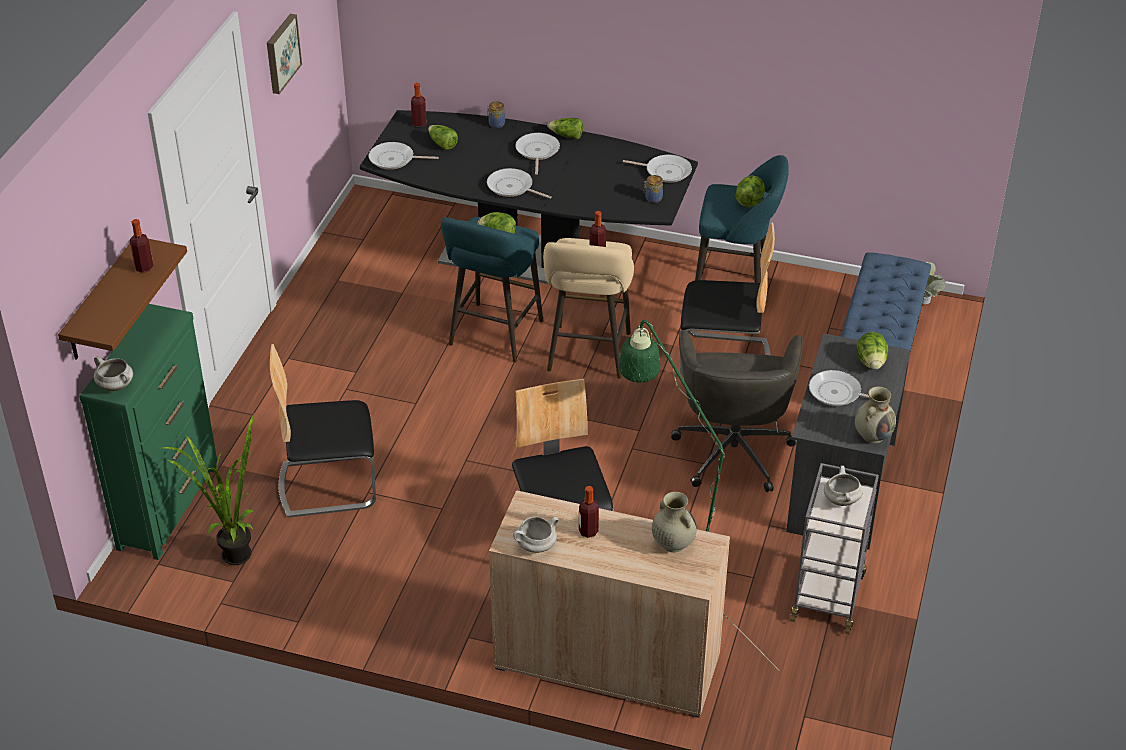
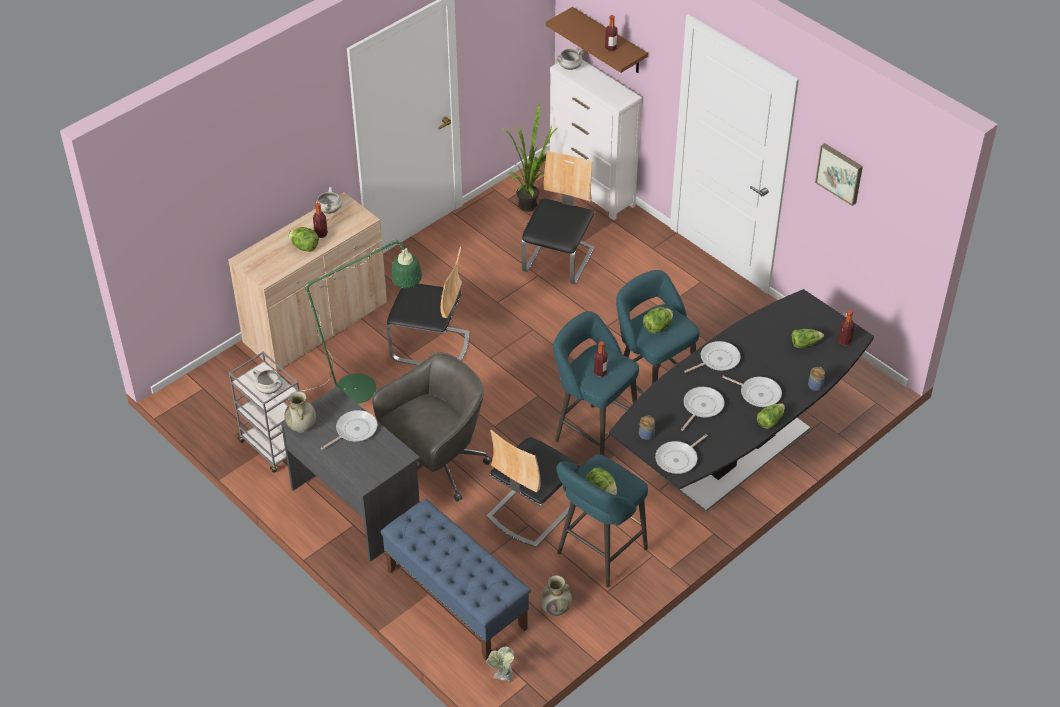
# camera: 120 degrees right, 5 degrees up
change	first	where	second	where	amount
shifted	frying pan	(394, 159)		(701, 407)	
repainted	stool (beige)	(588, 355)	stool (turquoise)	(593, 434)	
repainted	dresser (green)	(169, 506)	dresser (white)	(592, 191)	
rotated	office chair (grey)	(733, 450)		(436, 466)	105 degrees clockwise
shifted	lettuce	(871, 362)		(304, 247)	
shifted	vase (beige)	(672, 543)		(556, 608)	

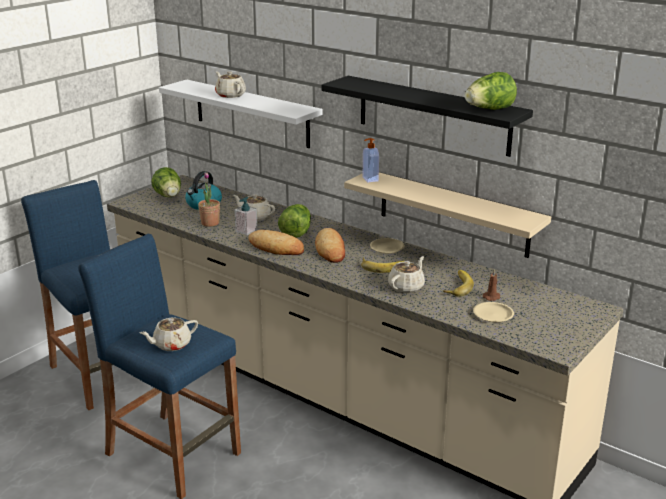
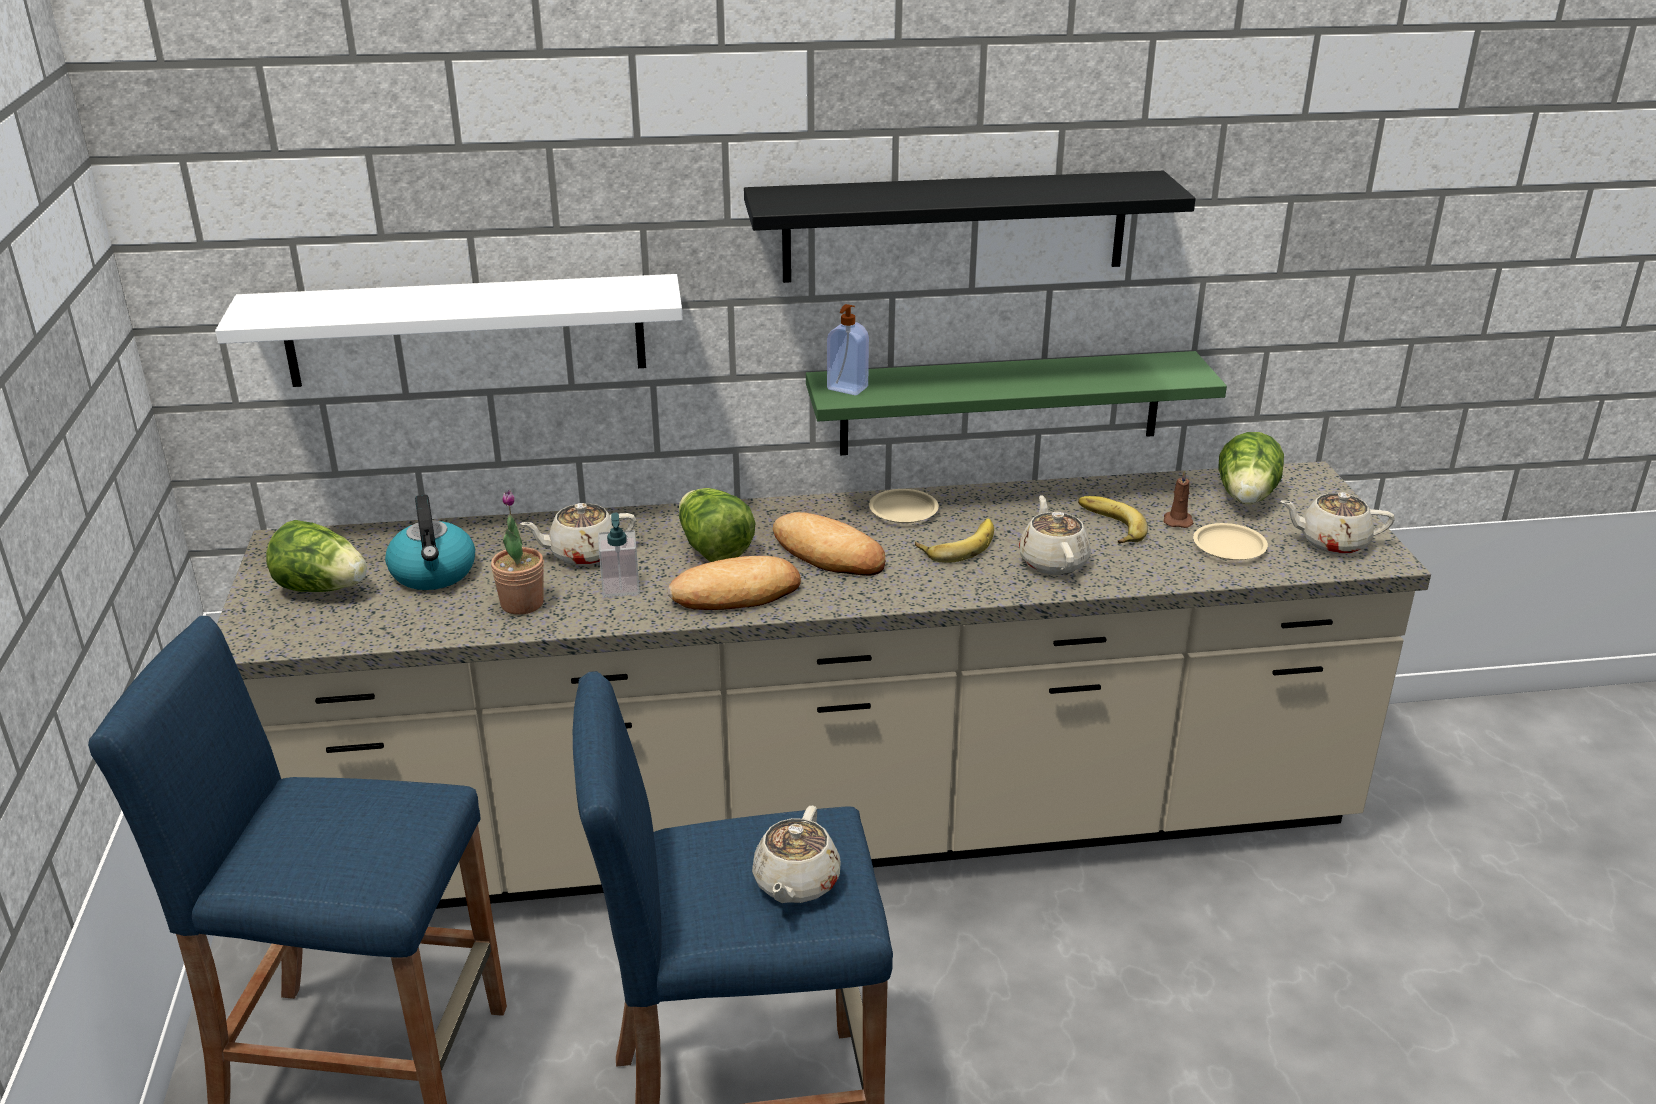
# camera: 45 degrees left, 5 degrees up
change	first	where	second	where	amount
shifted	teapot (beige)	(230, 95)		(1332, 542)	
shifted	lettuce	(489, 109)		(1246, 499)	
repainted	shelf (beige)	(453, 213)	shelf (green)	(1001, 403)	

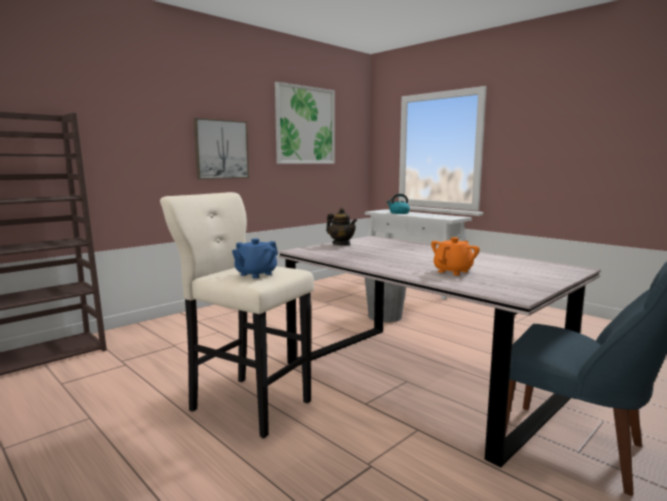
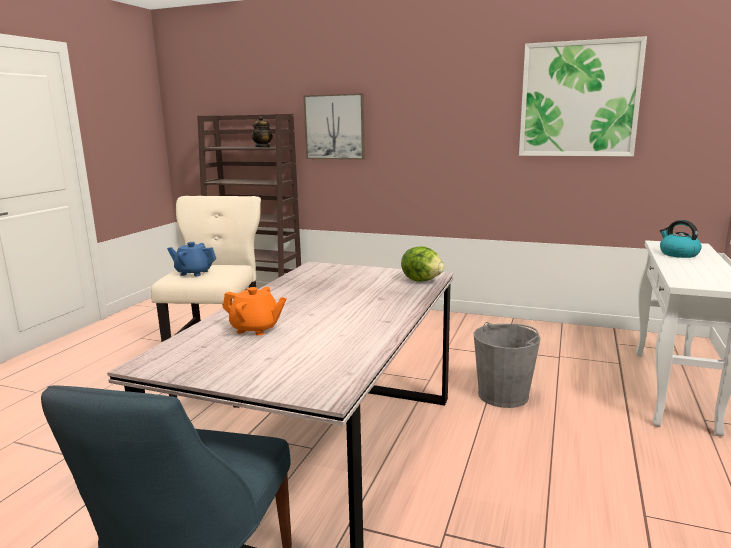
# camera: 65 degrees right, 5 degrees up
change	first	where	second	where	amount
shifted	picture	(221, 149)		(335, 127)	
shifted	teapot	(341, 244)		(263, 147)	
new			lettuce	(422, 280)	

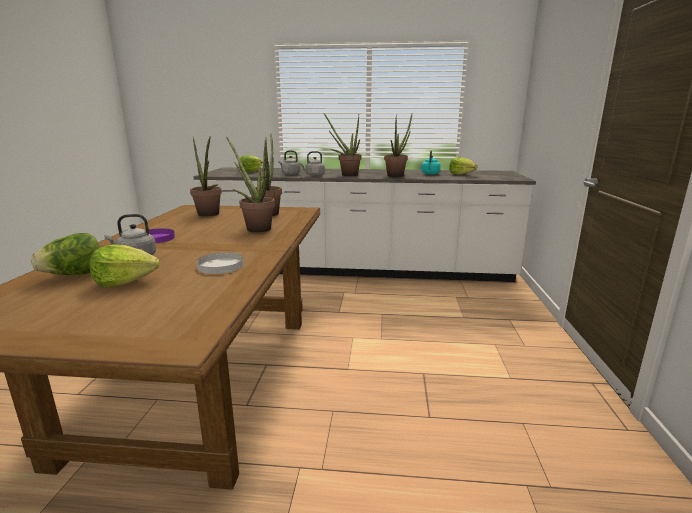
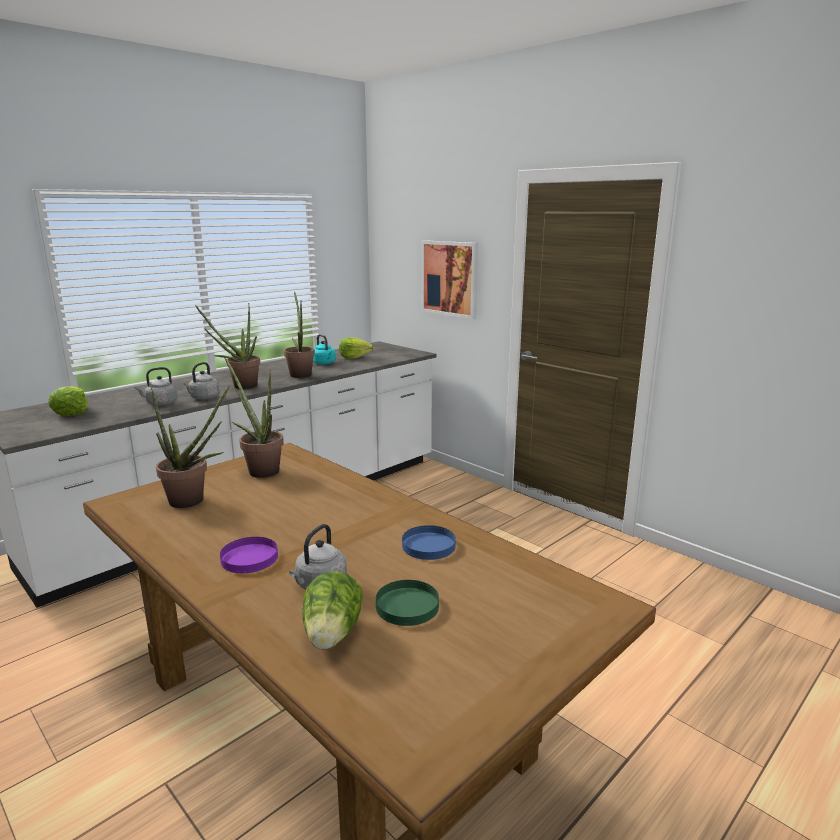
# camera: 50 degrees left, 0 degrees up
change	first	where	second	where	amount
gone	potted plant	(255, 228)			
swapped	lettuce	(125, 281)	plate (green)	(406, 606)	
repainted	plate (white)	(220, 265)	plate (blue)	(428, 545)	
new			picture	(450, 278)	

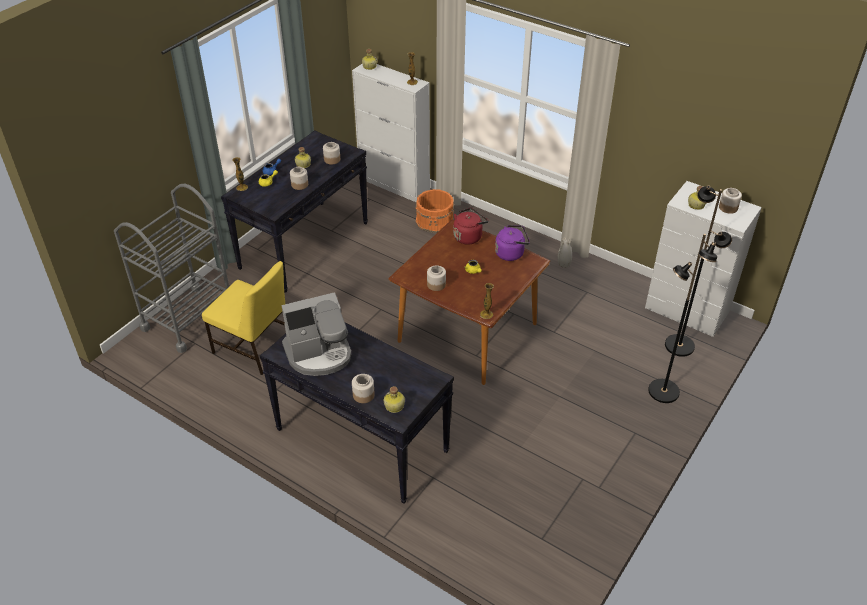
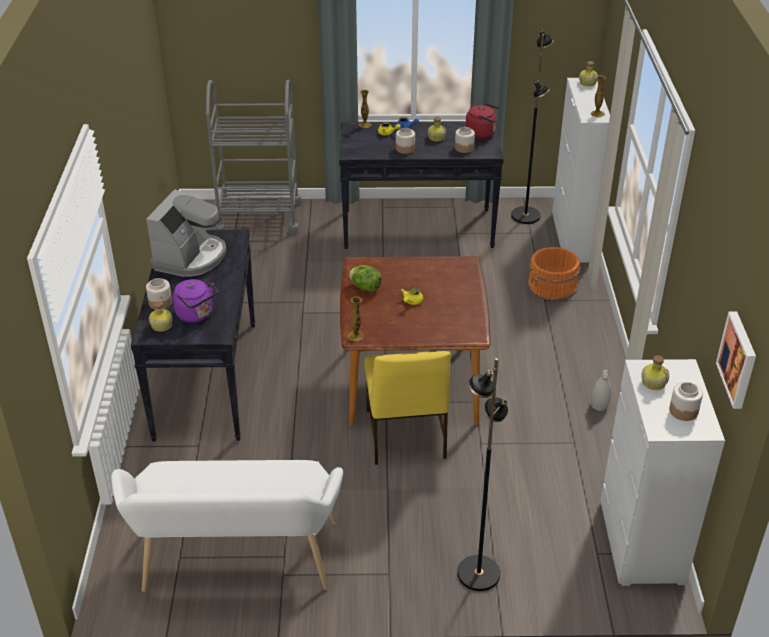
# camera: 55 degrees right, 5 degrees down
change	first	where	second	where	amount
shifted	floor lamp (black)	(679, 345)		(526, 216)	
shifted	kettle (red)	(469, 236)		(482, 133)	
shifted	kettle (purple)	(511, 253)		(197, 315)	
shifted	chair (yellow)	(254, 347)		(405, 435)	
swapped	jar	(436, 285)	lettuce	(365, 288)	
rotated	coffee machine	(319, 354)		(190, 257)	105 degrees counterclockwise
new			picture	(739, 359)	
new			bench (white)	(237, 563)	

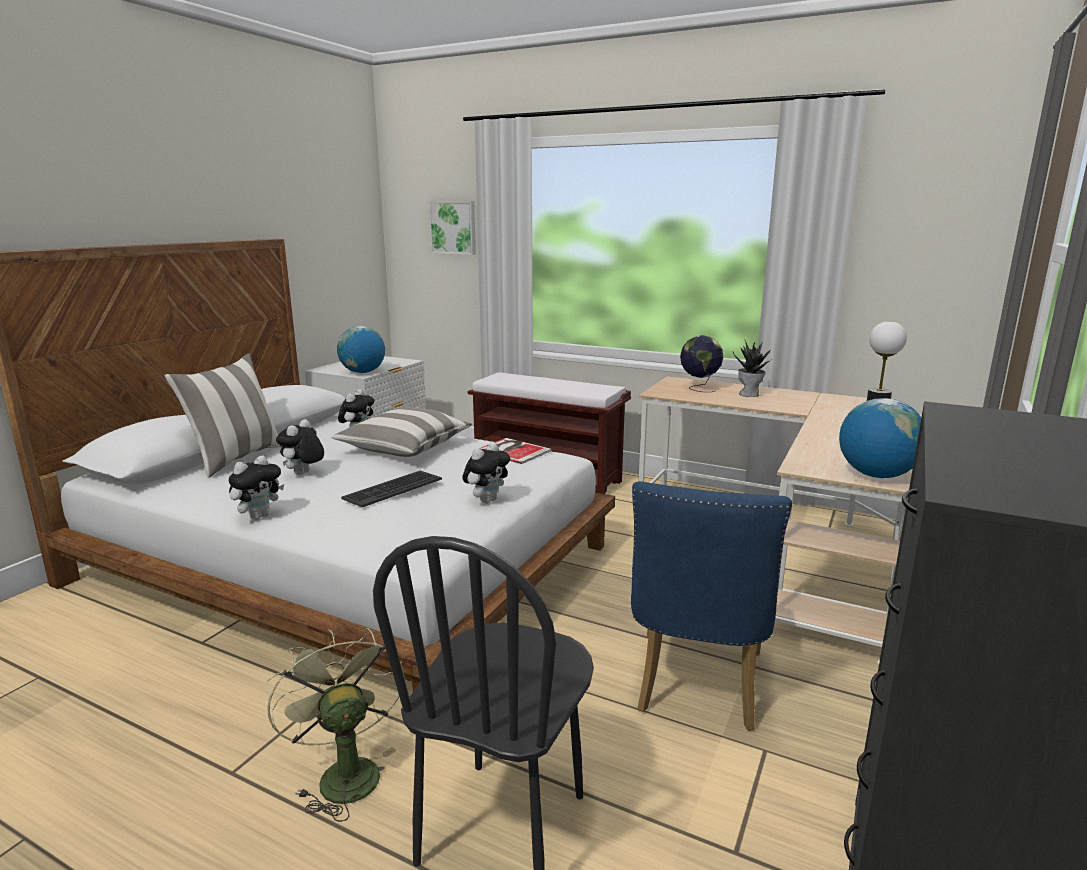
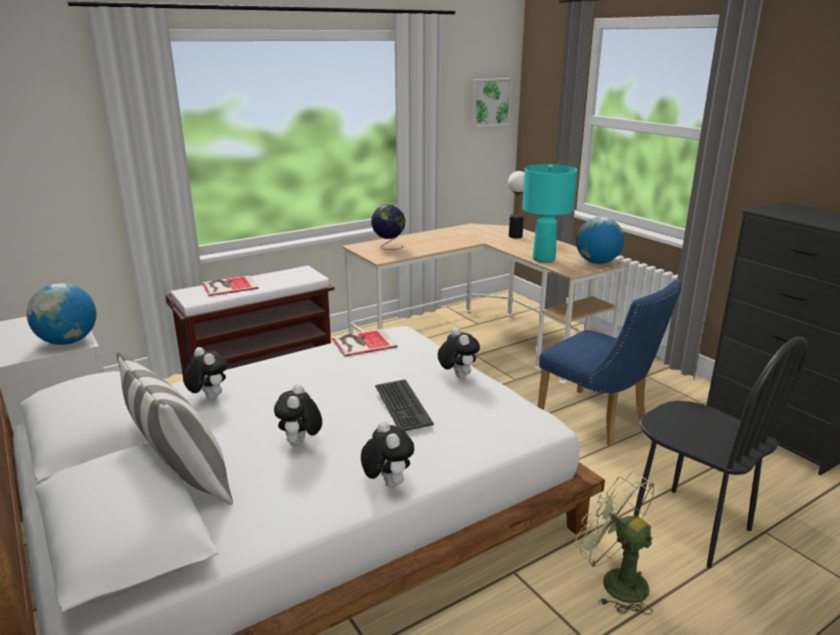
# camera: 60 degrees left, 5 degrees up
change	first	where	second	where	amount
shifted	picture	(453, 227)		(489, 102)	
gone	potted plant	(749, 394)			
gone	pillow	(404, 448)			
rotated	plush toy	(303, 474)		(300, 444)	45 degrees clockwise
rotated	fan (green)	(344, 772)		(614, 581)	45 degrees clockwise
new			table lamp (turquoise)	(543, 259)	
new			book	(228, 286)	

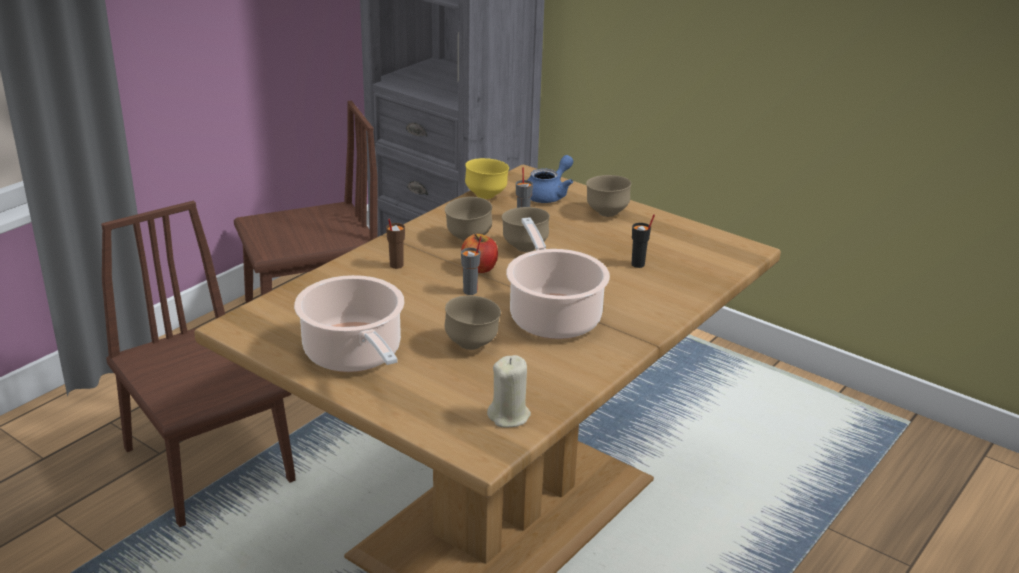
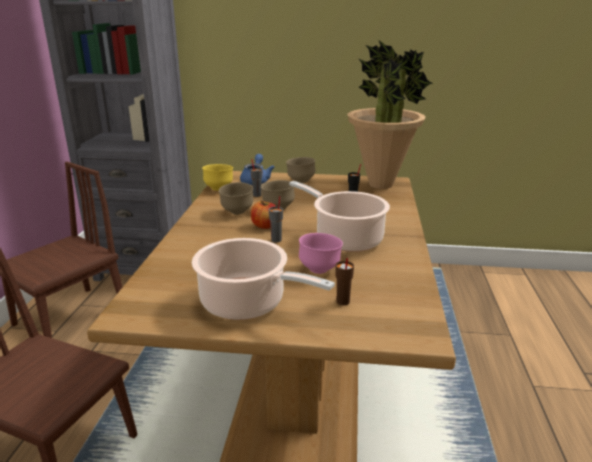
# camera: 30 degrees left, 5 degrees down
change	first	where	second	where	amount
shifted	cup (brown)	(396, 265)		(342, 302)	
repainted	bowl (brown)	(472, 345)	bowl (pink)	(320, 270)	
gone	candle (beige)	(509, 416)			
new			potted plant	(381, 185)	

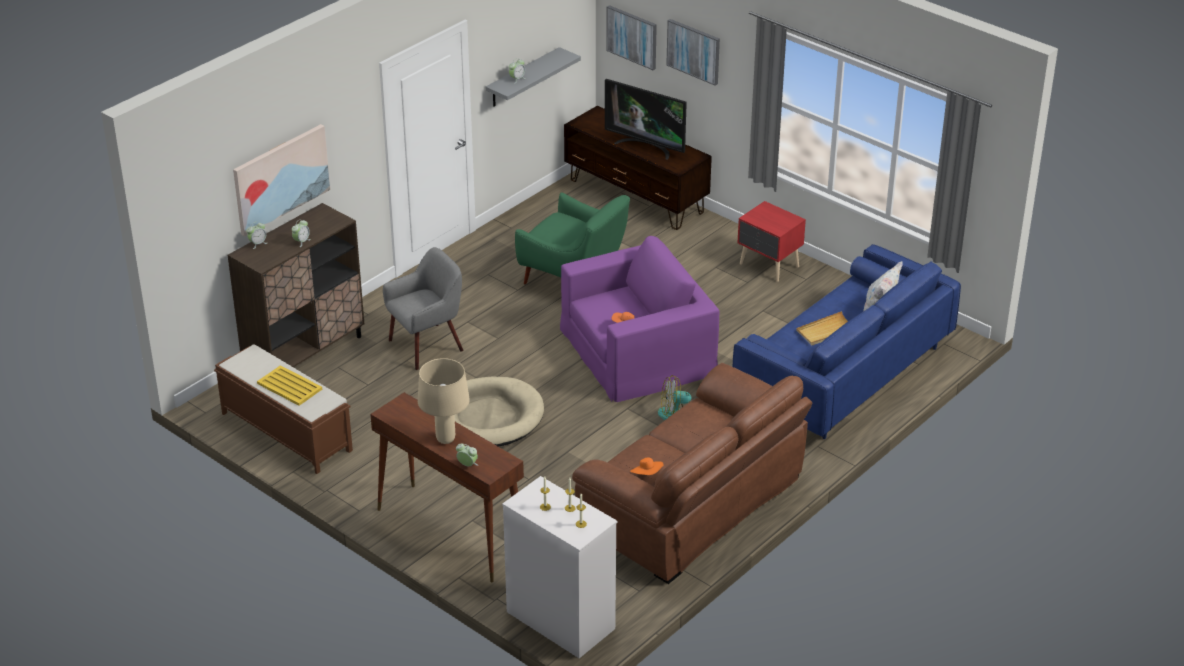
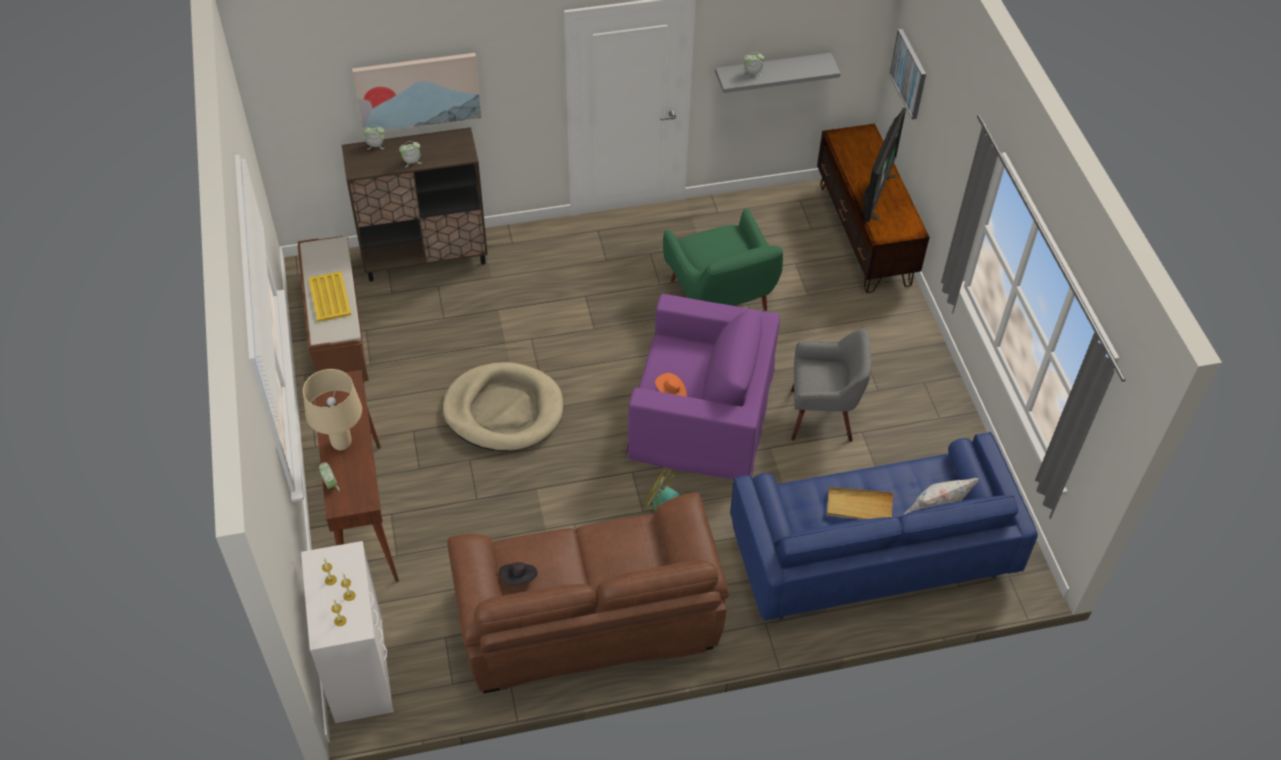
# camera: 35 degrees right, 15 degrees up
change	first	where	second	where	amount
gone	picture	(694, 51)			
rotated	television	(646, 146)		(875, 194)	135 degrees counterclockwise
gone	nightstand (red)	(769, 266)			
shifted	armchair (grey)	(427, 345)		(822, 416)	
repainted	hat (orange)	(647, 474)	hat (black)	(519, 578)	

